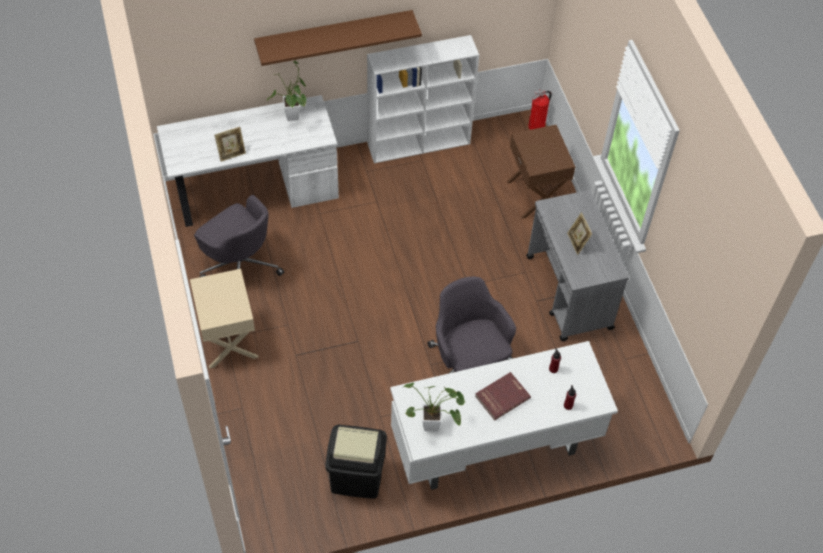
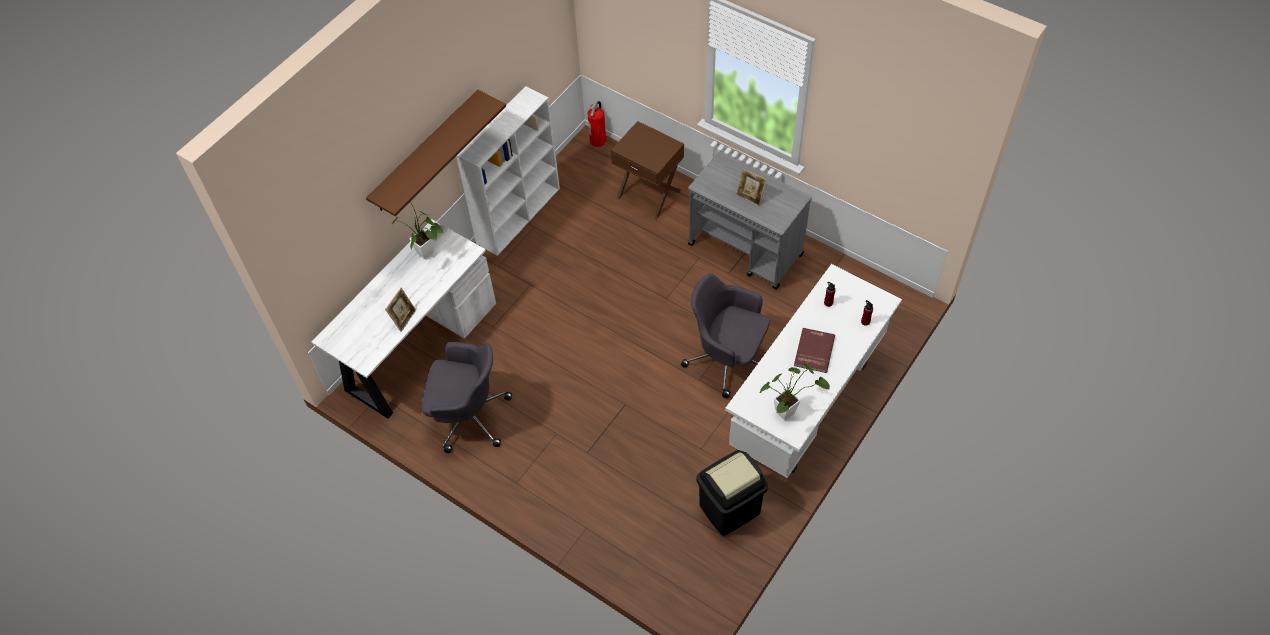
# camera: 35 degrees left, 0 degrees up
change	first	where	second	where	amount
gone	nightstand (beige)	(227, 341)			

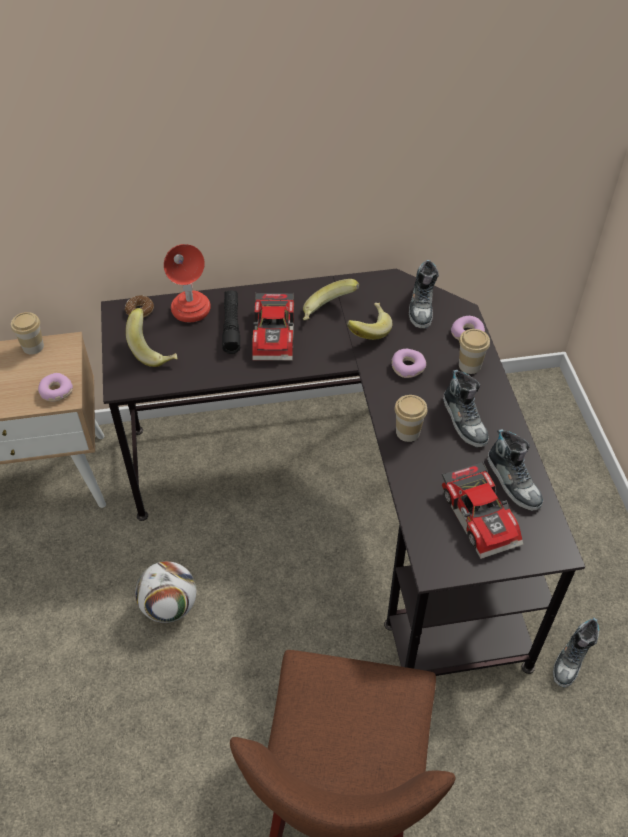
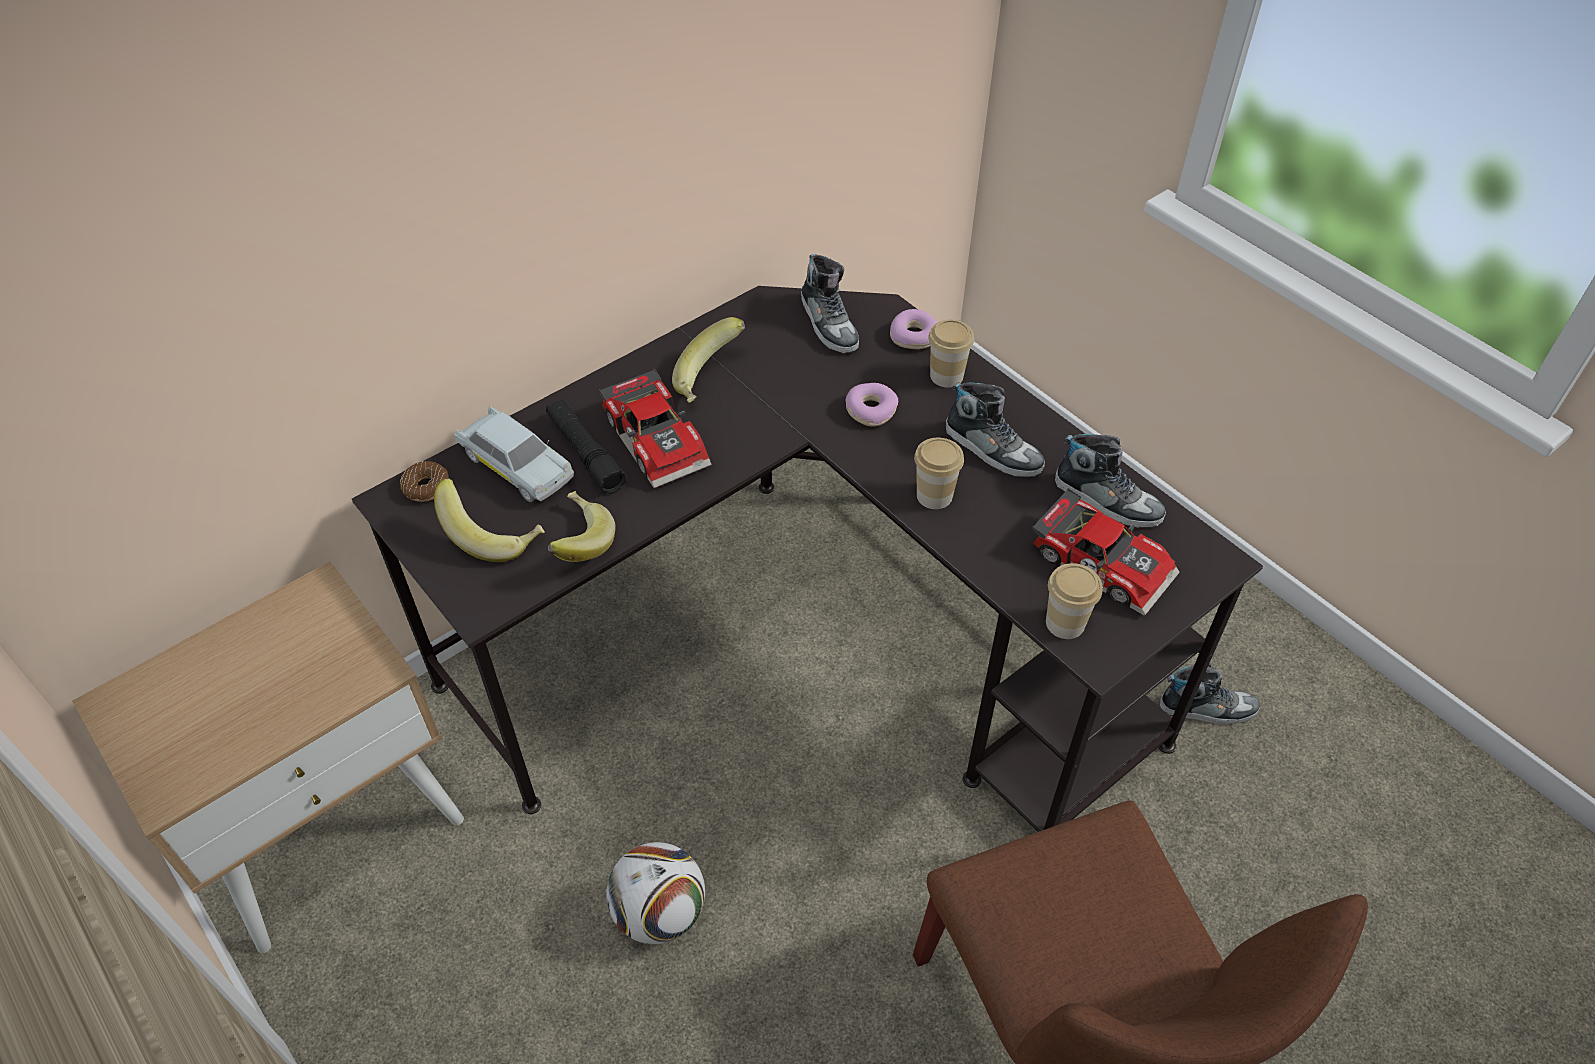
# camera: 30 degrees left, 0 degrees up
change	first	where	second	where	amount
swapped	table lamp (red)	(192, 318)	toy car (white)	(516, 465)	
shifted	banana	(367, 330)		(577, 543)	
shifted	cup	(33, 346)		(1065, 623)	
gone	donut	(56, 391)			
rotated	shoe	(572, 658)		(1207, 708)	90 degrees counterclockwise

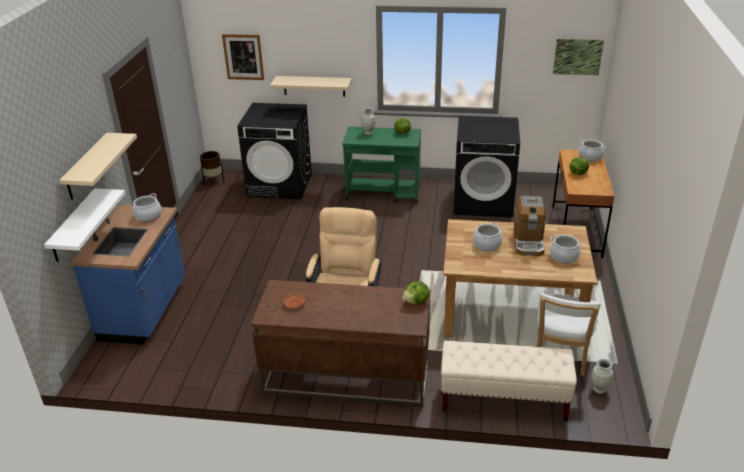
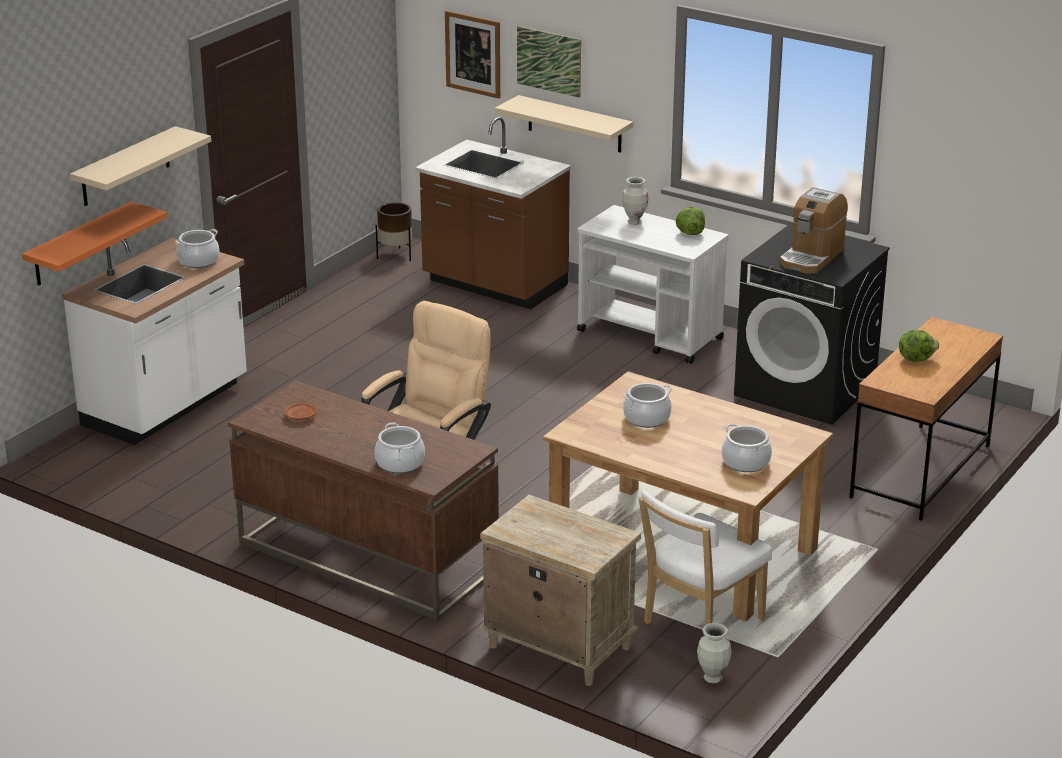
# camera: 25 degrees right, 5 degrees down
change	first	where	second	where	amount
shifted	picture	(577, 56)		(549, 61)	
swapped	washing machine (black)	(280, 185)	counter (brown)	(494, 285)	
repainted	cart (green)	(383, 192)	cart (white)	(650, 335)	
shifted	cooking pot	(590, 157)		(400, 463)	
repainted	shelf (white)	(73, 226)	shelf (orange)	(80, 245)	
shifted	coffee machine	(528, 241)		(811, 257)	
repainted	counter (blue)	(145, 310)	counter (white)	(167, 406)	
gone	lettuce	(416, 302)			
swapped	bench (beige)	(503, 400)	nightstand (beige)	(557, 647)	

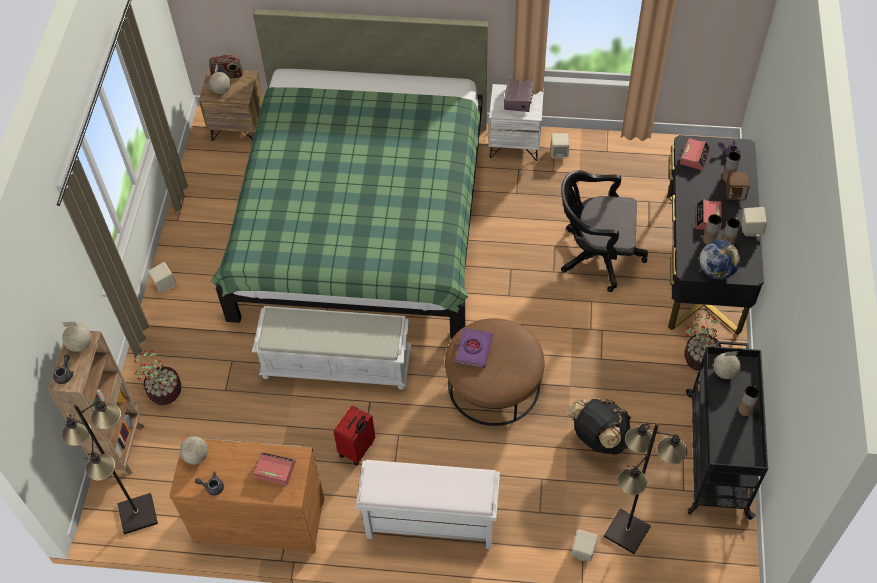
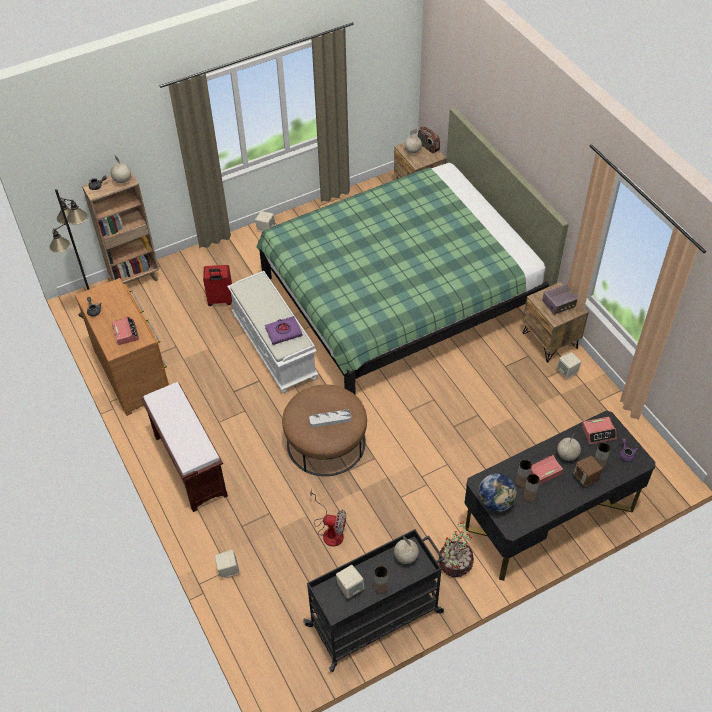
# camera: 55 degrees right, 5 degrees down
change	first	where	second	where	amount
repainted	nightstand (white)	(514, 143)	nightstand (brown)	(550, 340)	
gone	office chair (black)	(596, 255)			
shifted	speaker (beige)	(750, 229)		(350, 588)	
shifted	book (purple)	(473, 349)		(283, 332)	
gone	potted plant	(164, 390)			
swapped	backpack (black)	(598, 438)	fan	(329, 531)	
shifted	suitcase (red)	(357, 449)		(220, 300)	
gone	floor lamp (black)	(627, 532)			
shifted	globe	(196, 456)		(567, 455)	
repainted	bench (white)	(429, 523)	bench (brown)	(189, 465)	
new			tray (grey)	(330, 420)	

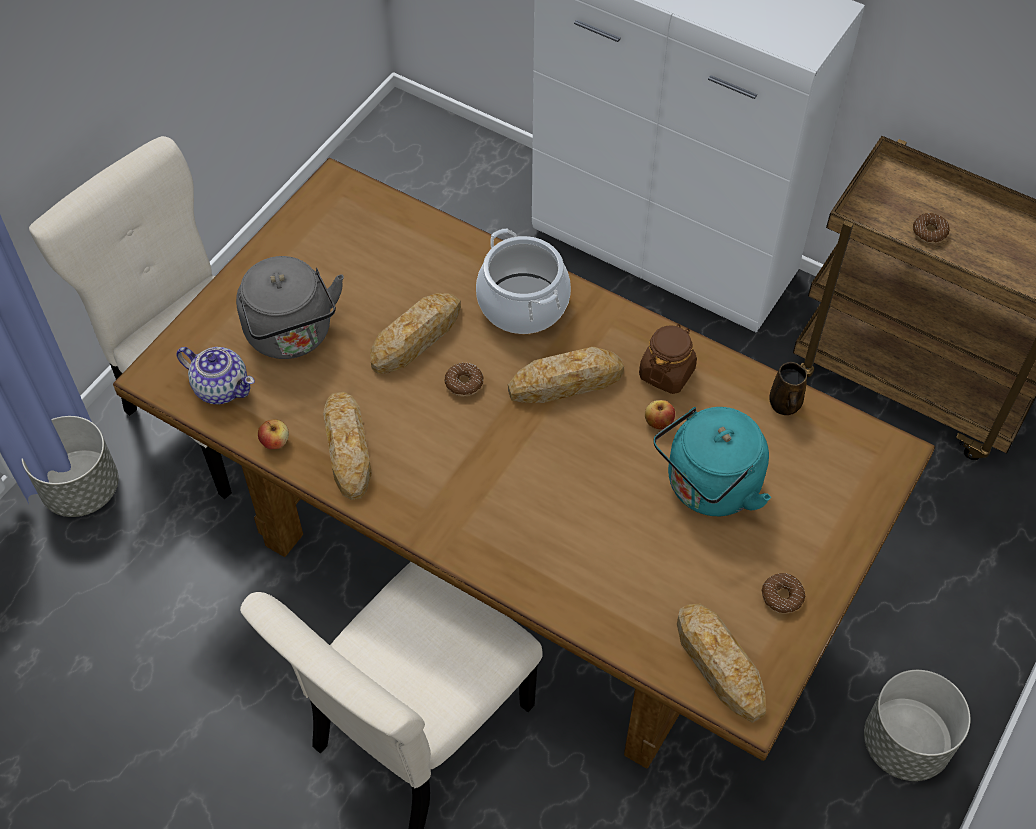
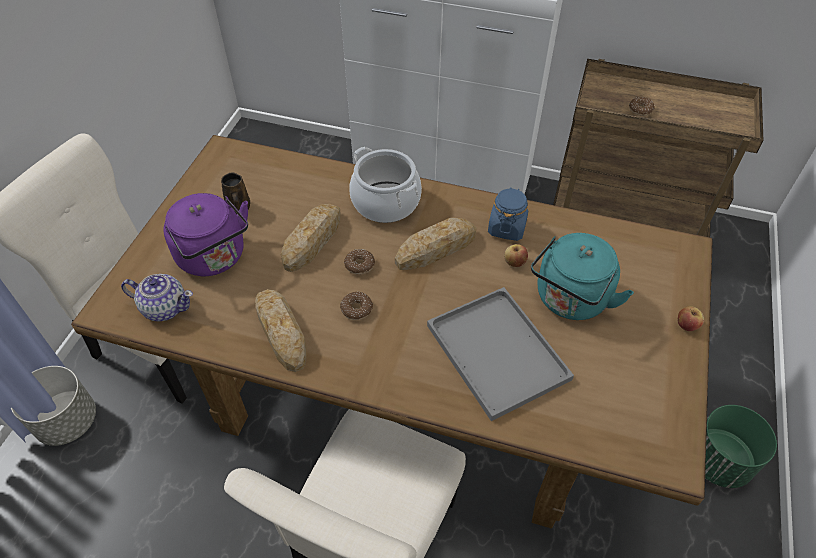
# camera: 15 degrees left, 5 degrees down
change	first	where	second	where	amount
repainted	kettle (grey)	(292, 336)	kettle (purple)	(215, 258)	
repainted	jar (brown)	(666, 373)	jar (blue)	(506, 228)	
shifted	mug (brown)	(785, 405)		(239, 208)	
shifted	apple	(275, 442)		(686, 325)	
shifted	donut	(782, 596)		(356, 309)	
gone	bread	(719, 665)			
repainted	planter (grey)	(904, 744)	planter (green)	(718, 462)	
new			tray (grey)	(500, 353)	

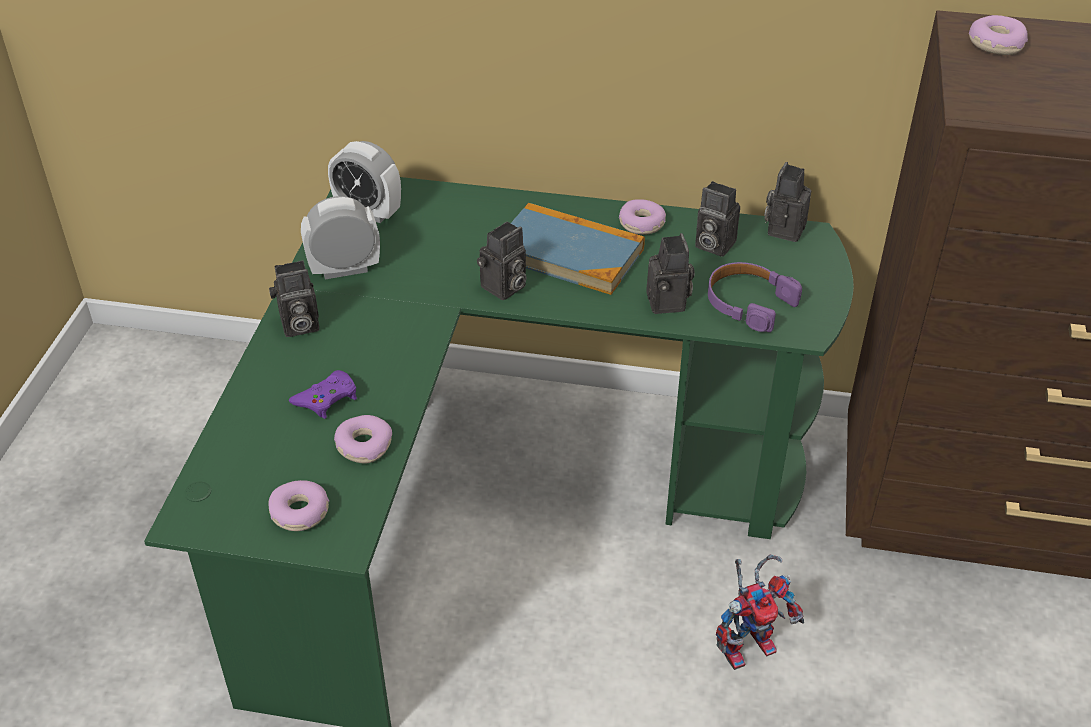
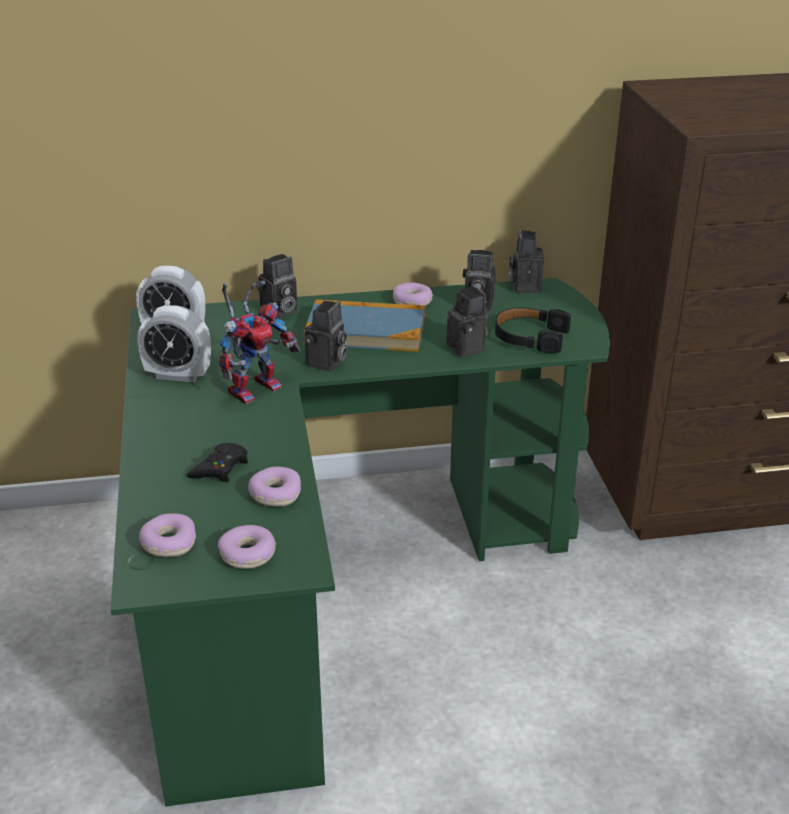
# camera: 20 degrees left, 10 degrees down
change	first	where	second	where	amount
shifted	donut	(995, 44)		(168, 543)	
rotated	alarm clock	(344, 269)		(178, 375)	135 degrees counterclockwise
shifted	photo camera	(298, 326)		(278, 312)	
repainted	headphones (purple)	(748, 303)	headphones (black)	(530, 337)	
repainted	game controller (purple)	(327, 399)	game controller (black)	(220, 468)	
shifted	toy robot	(749, 644)		(256, 387)	

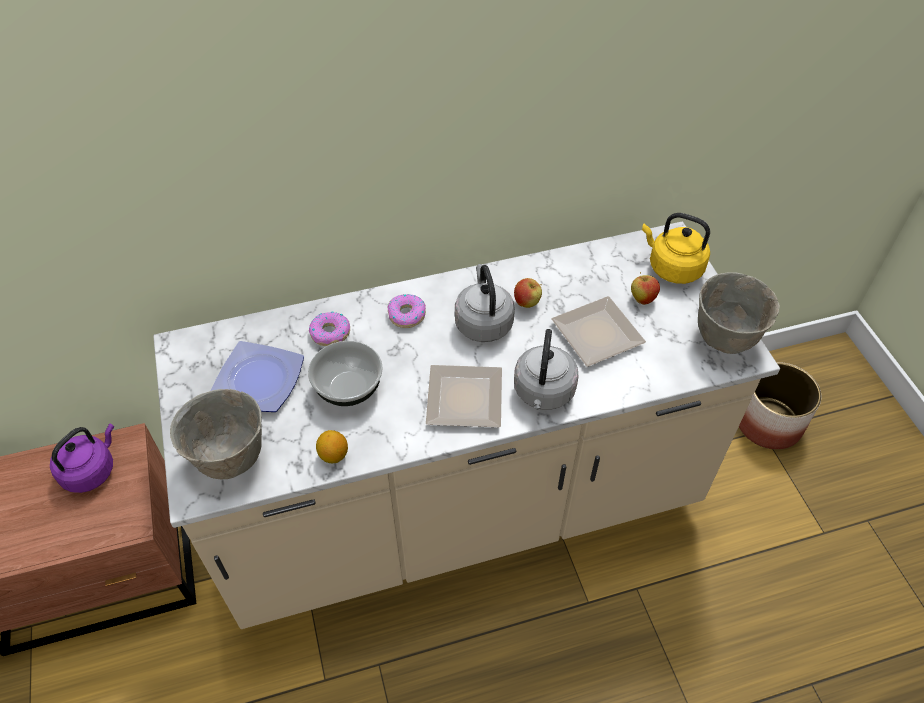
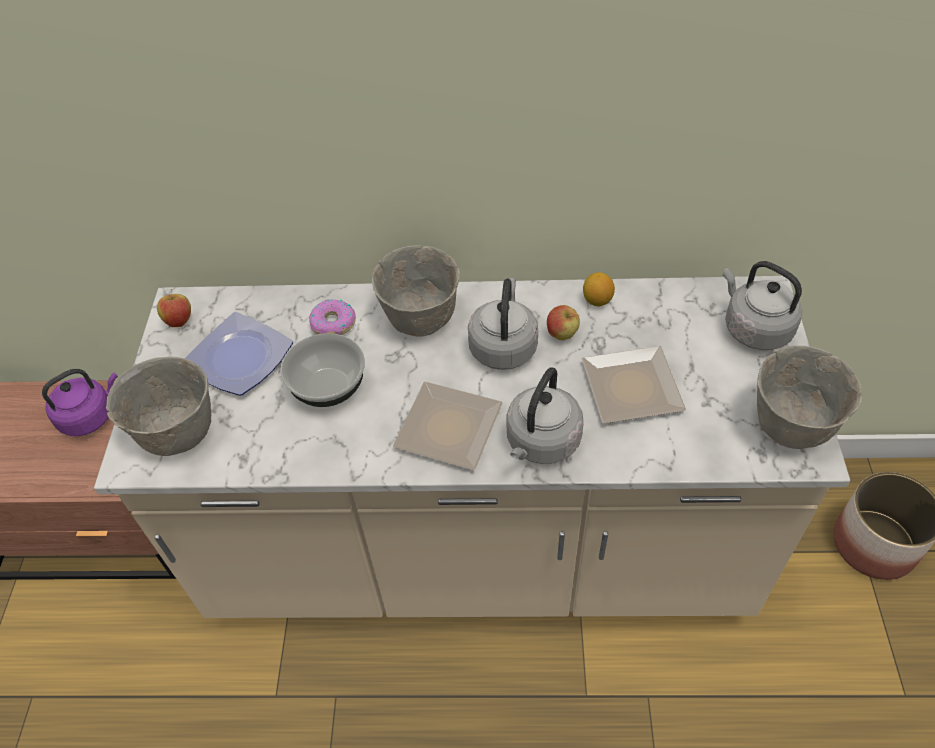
# camera: 20 degrees right, 0 degrees up
change	first	where	second	where	amount
repainted	kettle (yellow)	(672, 268)	kettle (grey)	(754, 328)	
shifted	apple	(642, 299)		(179, 321)	
swapped	donut	(406, 315)	bowl (grey)	(422, 320)	
shifted	lemon	(333, 455)		(597, 300)	

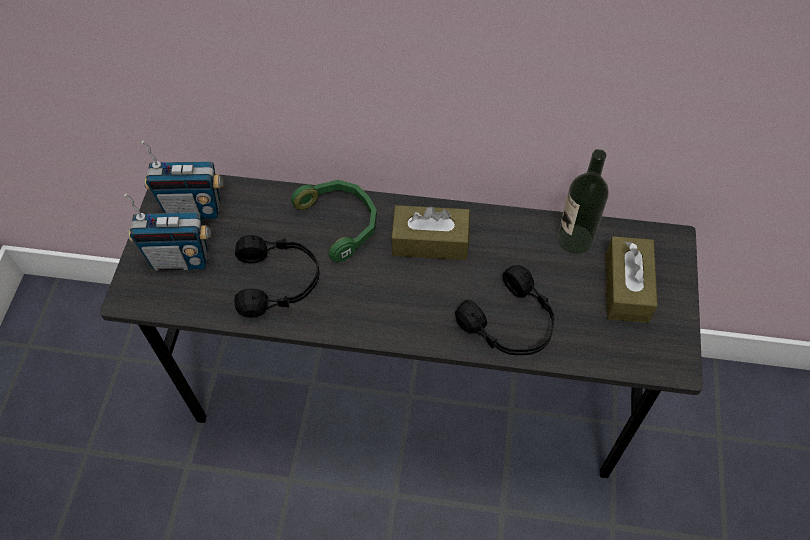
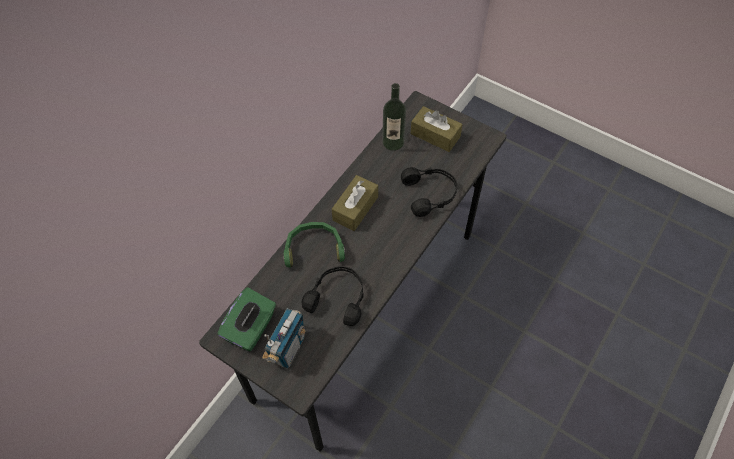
# camera: 65 degrees left, 0 degrees up
change	first	where	second	where	amount
swapped	radio	(194, 209)	tissue box (green)	(251, 328)	

